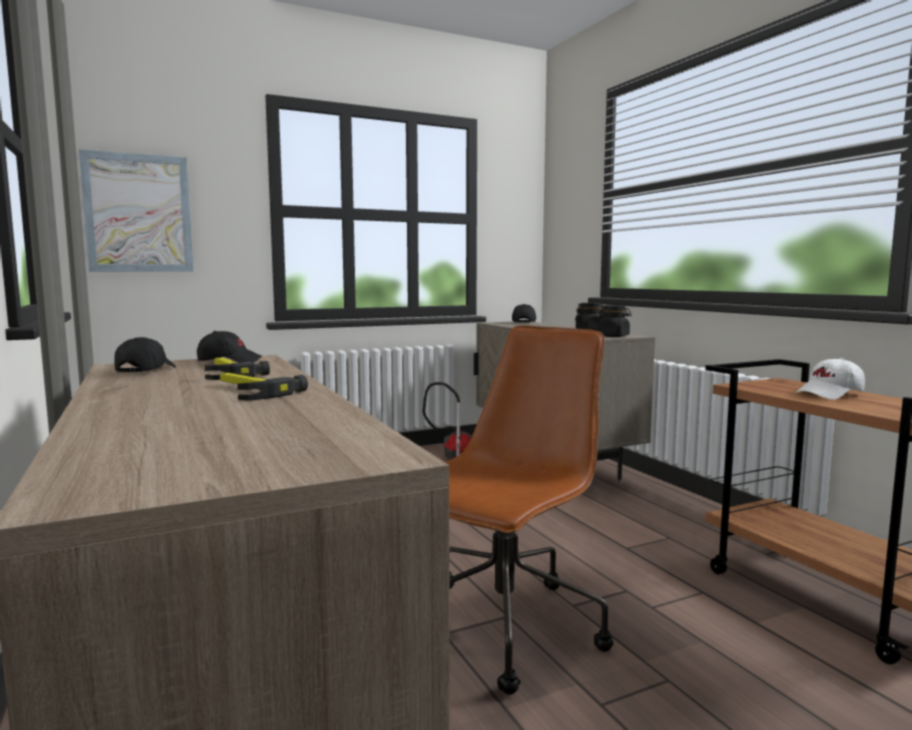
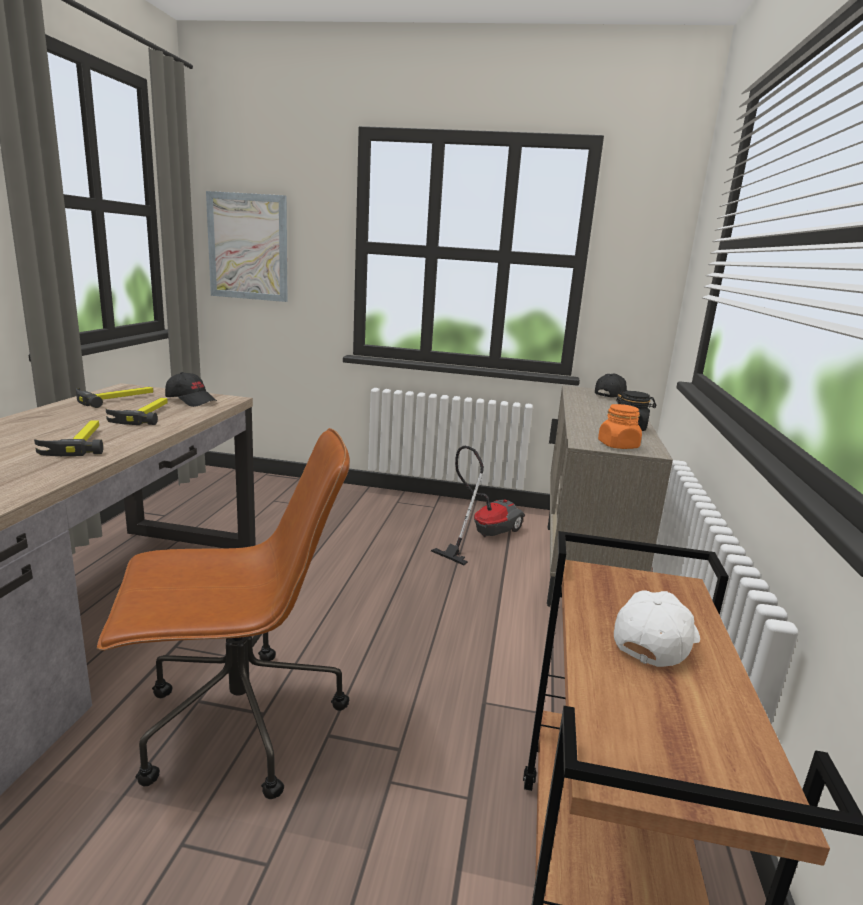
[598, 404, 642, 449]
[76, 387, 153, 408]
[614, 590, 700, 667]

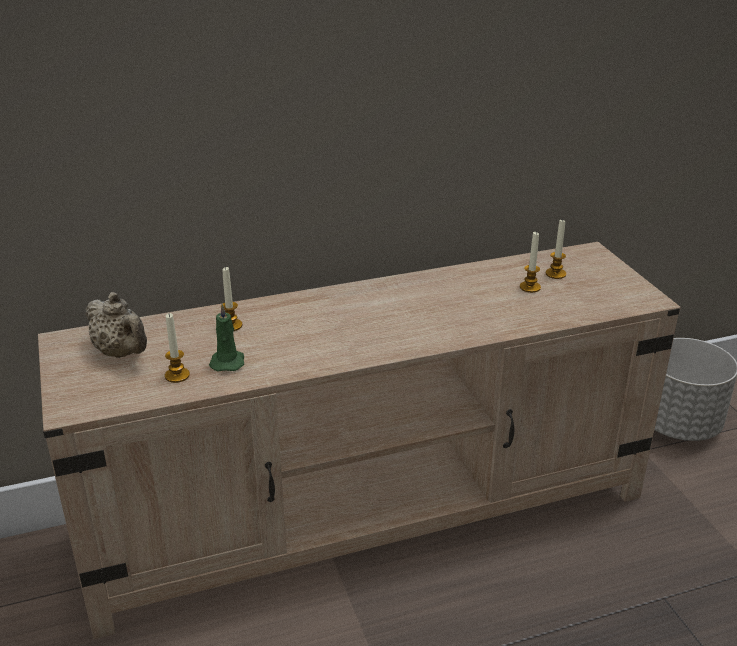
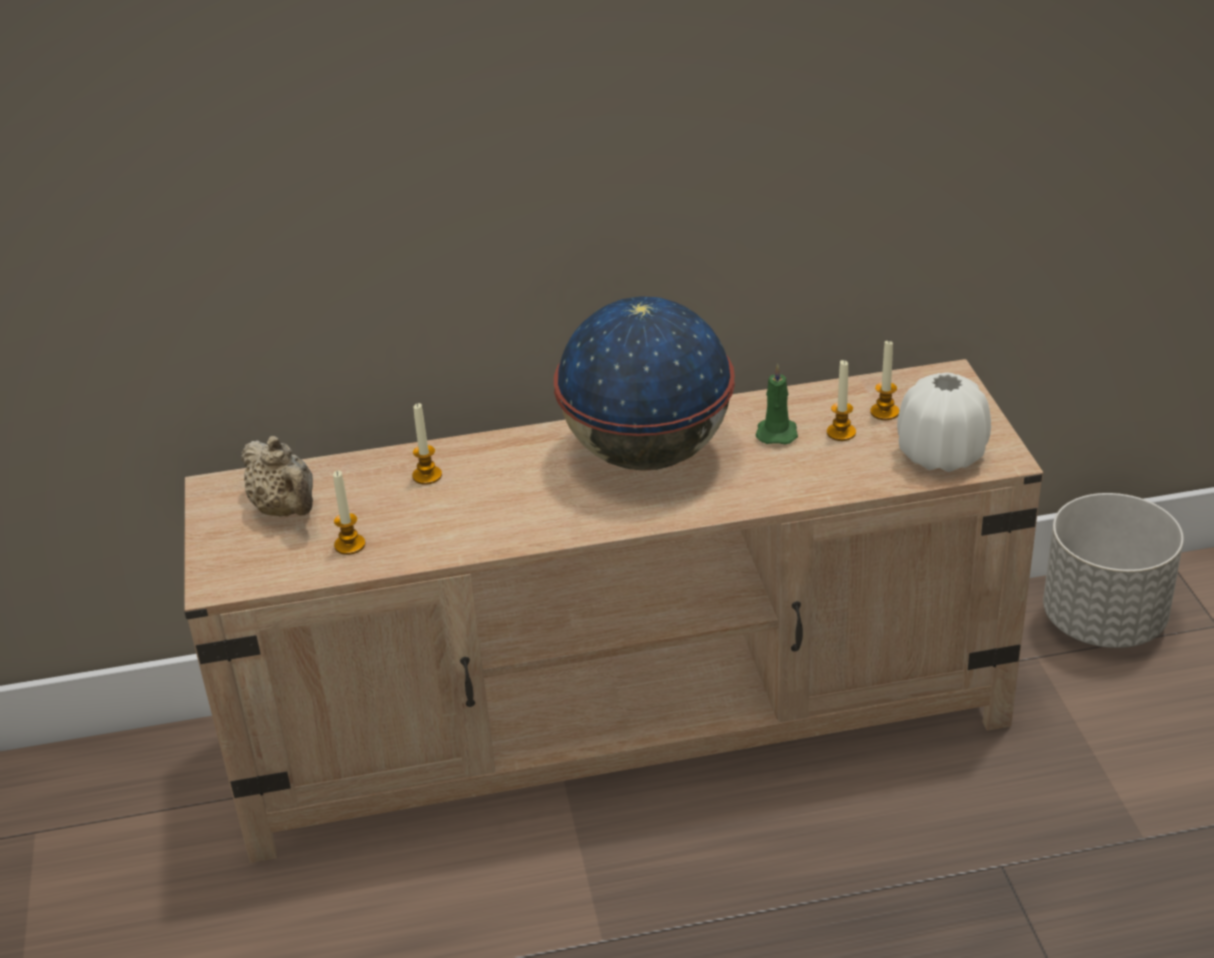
[756, 364, 798, 444]
[554, 296, 735, 471]
[897, 372, 991, 472]

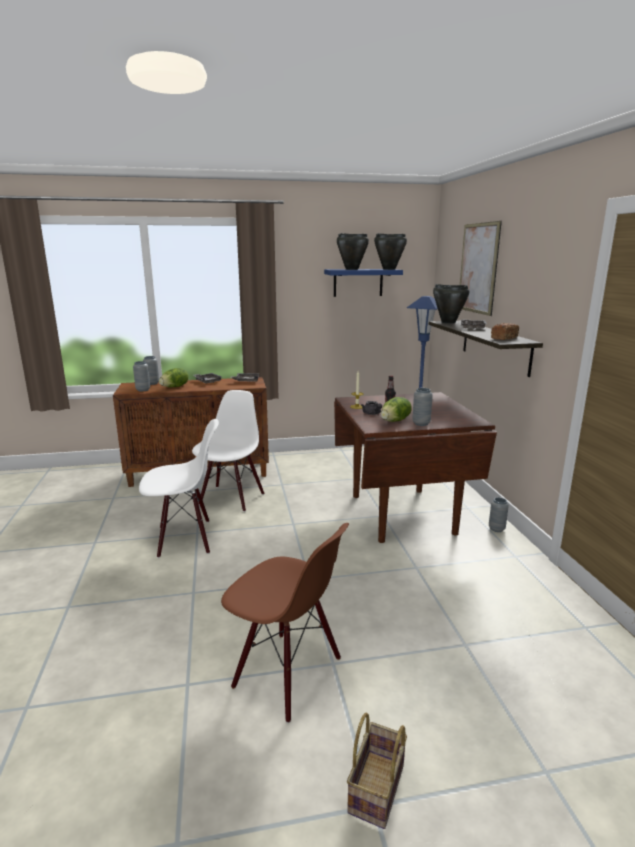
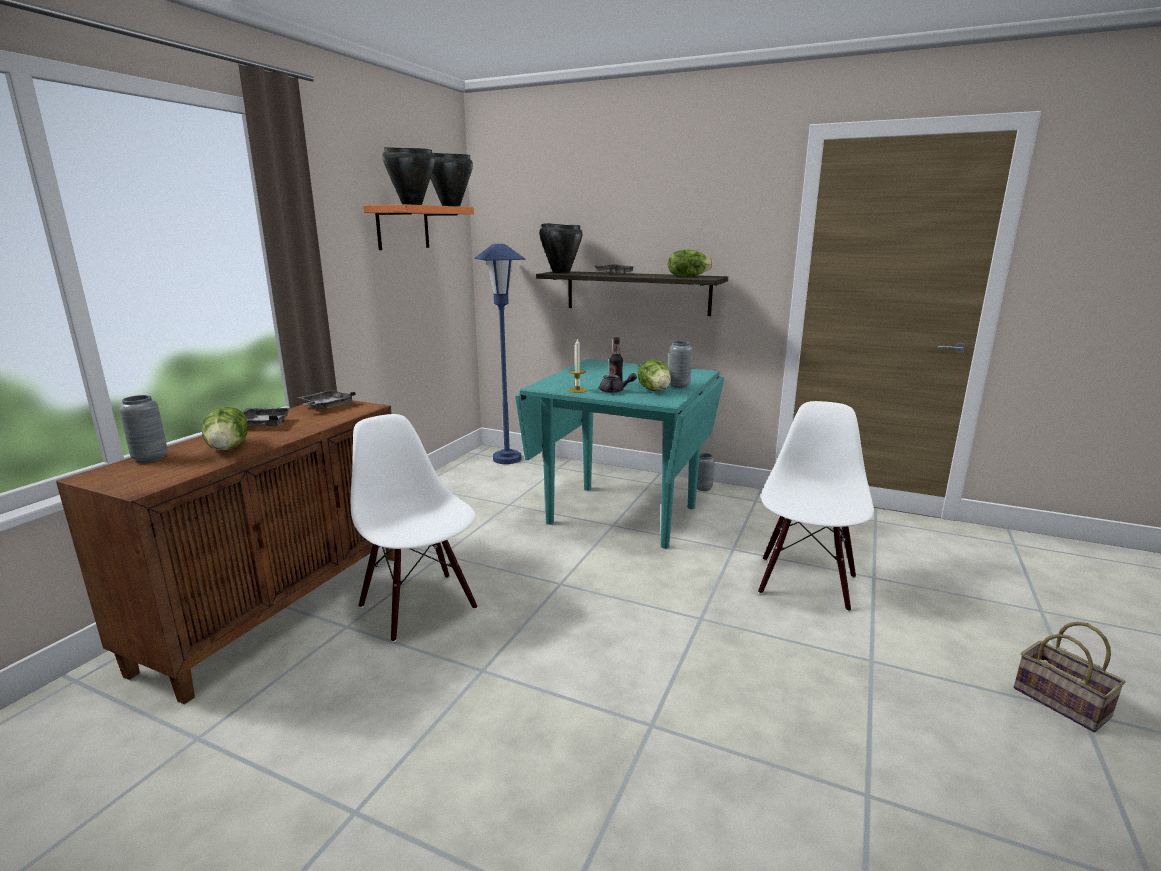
[460, 221, 502, 316] (first image)
[363, 204, 474, 250]
[668, 249, 713, 277]
[133, 361, 150, 391] (first image)
[515, 359, 724, 549]
[758, 401, 874, 612]
[221, 523, 349, 723] (first image)

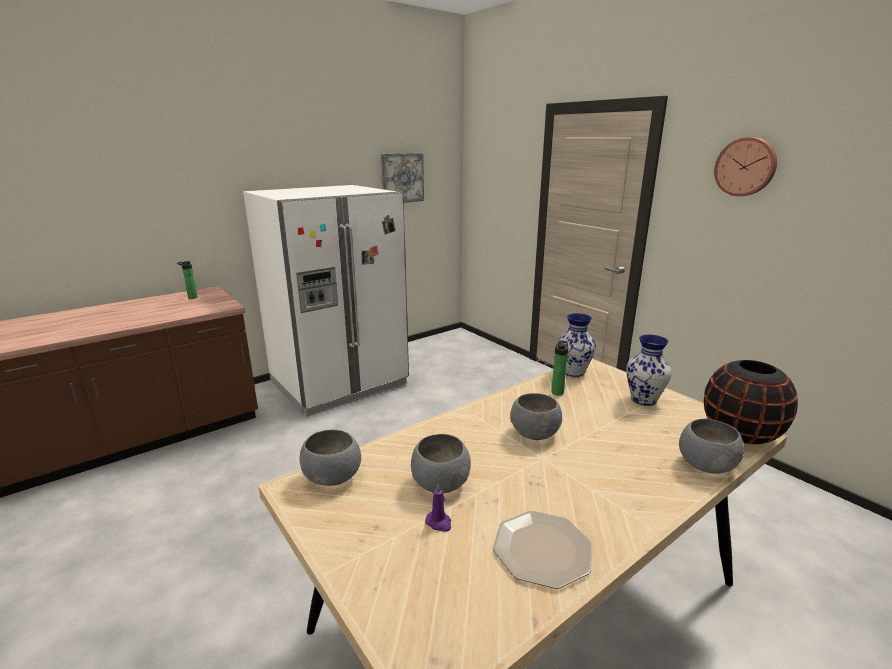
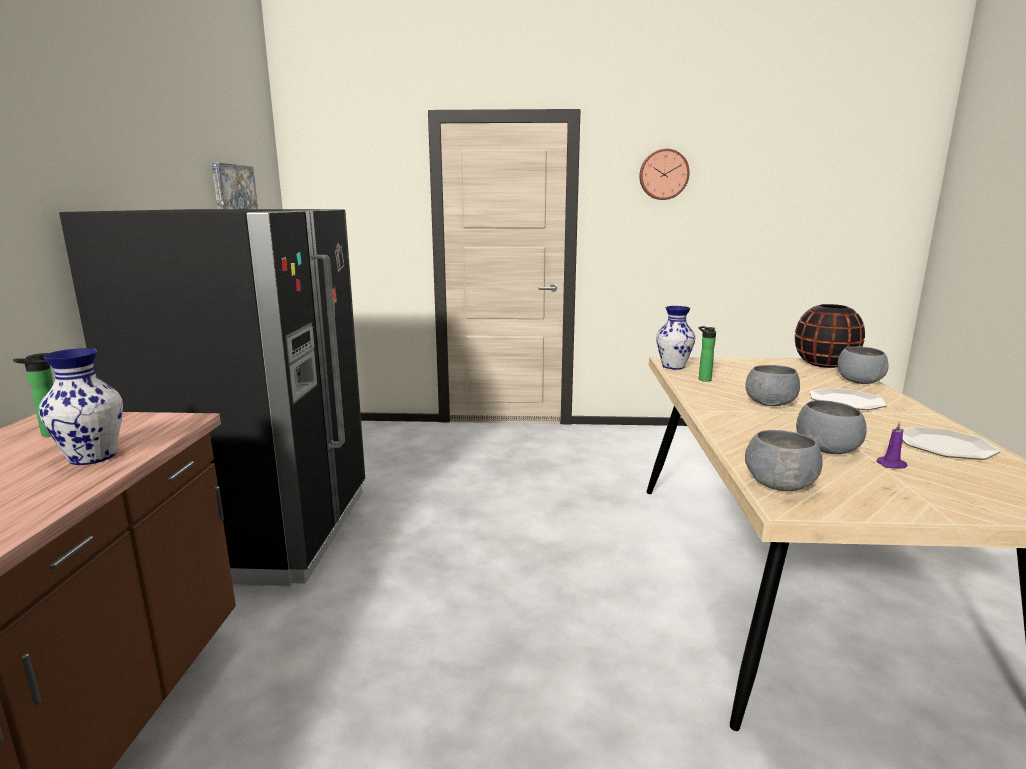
[59, 209, 365, 586]
[39, 348, 123, 465]
[810, 388, 887, 410]

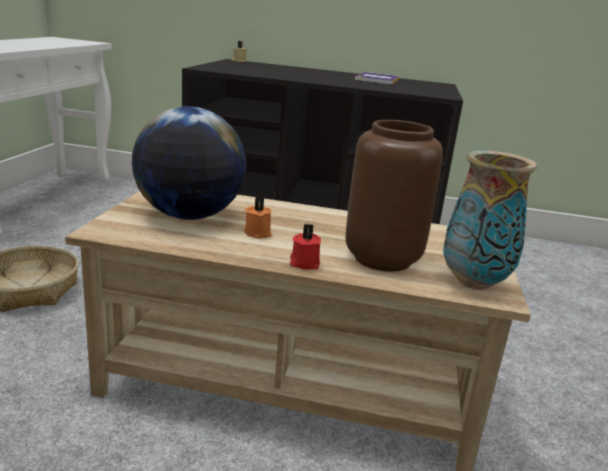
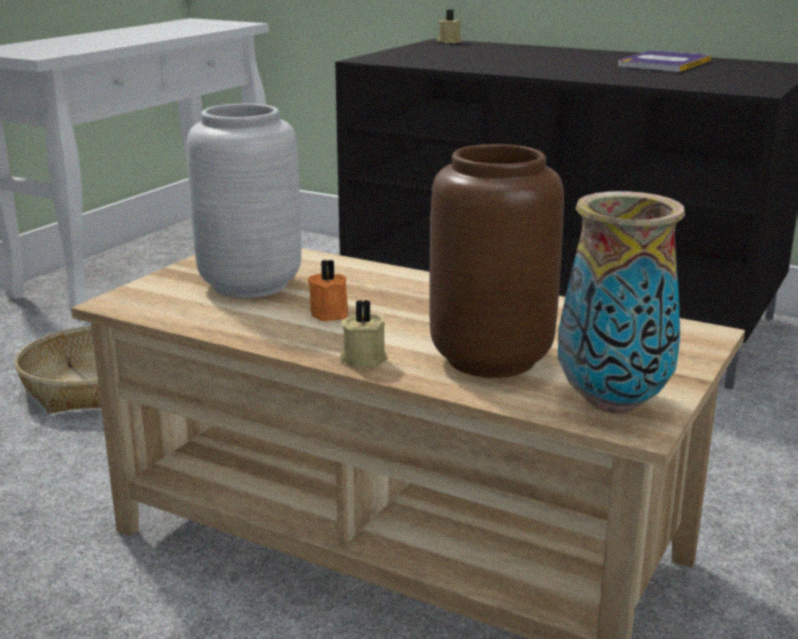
[187, 104, 301, 298]
[340, 300, 388, 367]

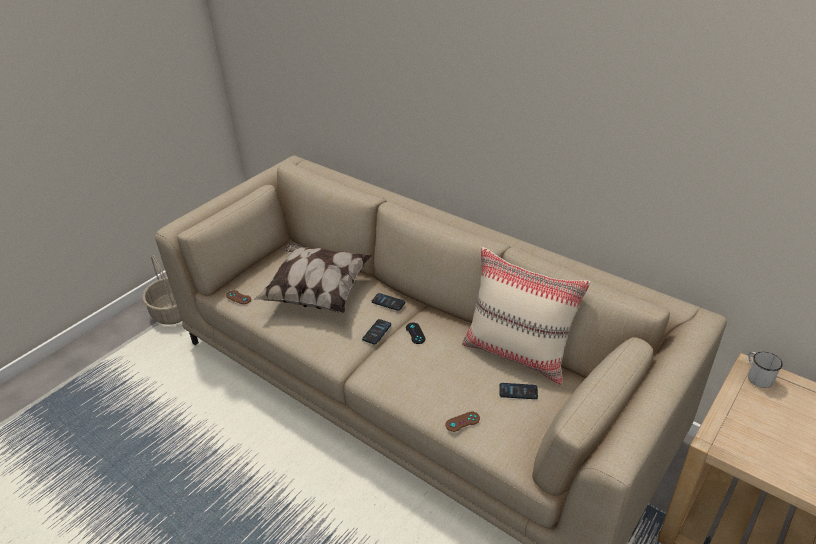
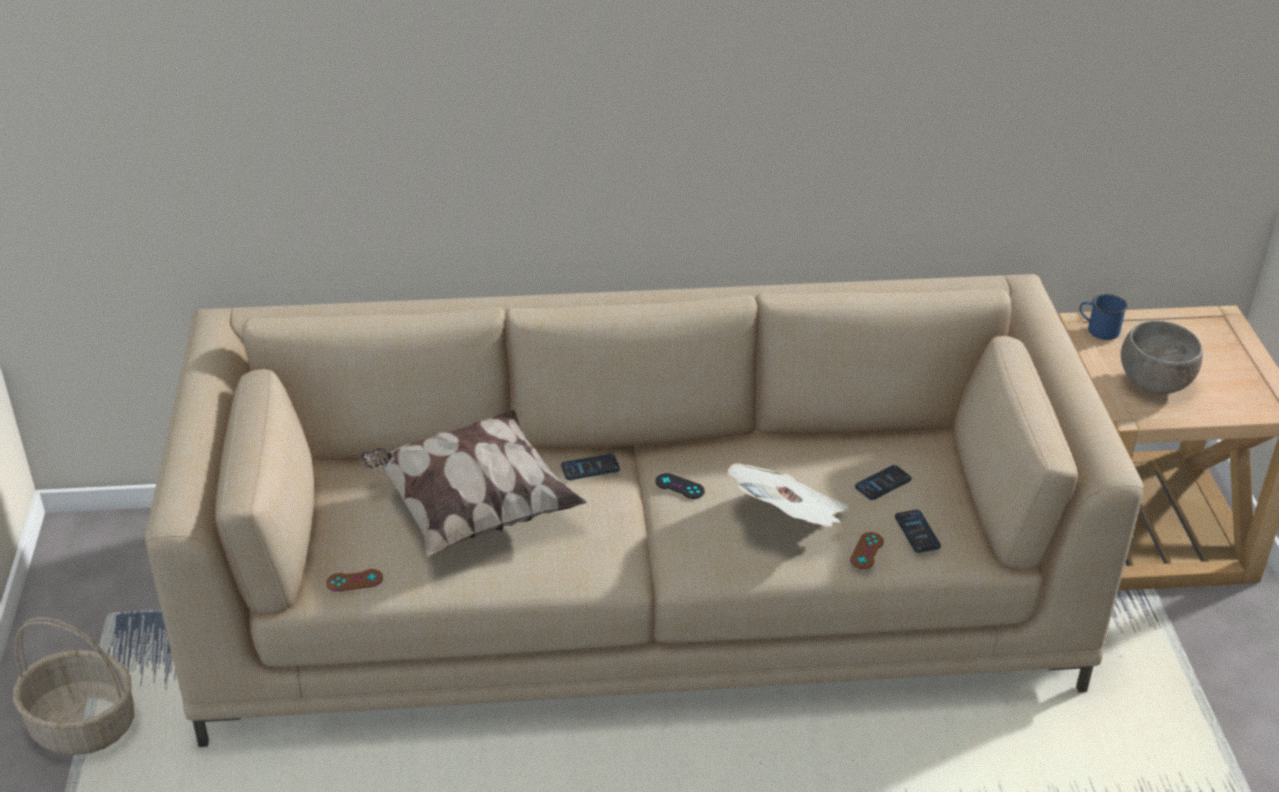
[462, 247, 591, 385] (first image)
[895, 510, 941, 553]
[1079, 294, 1128, 340]
[1121, 321, 1203, 394]
[728, 463, 848, 528]

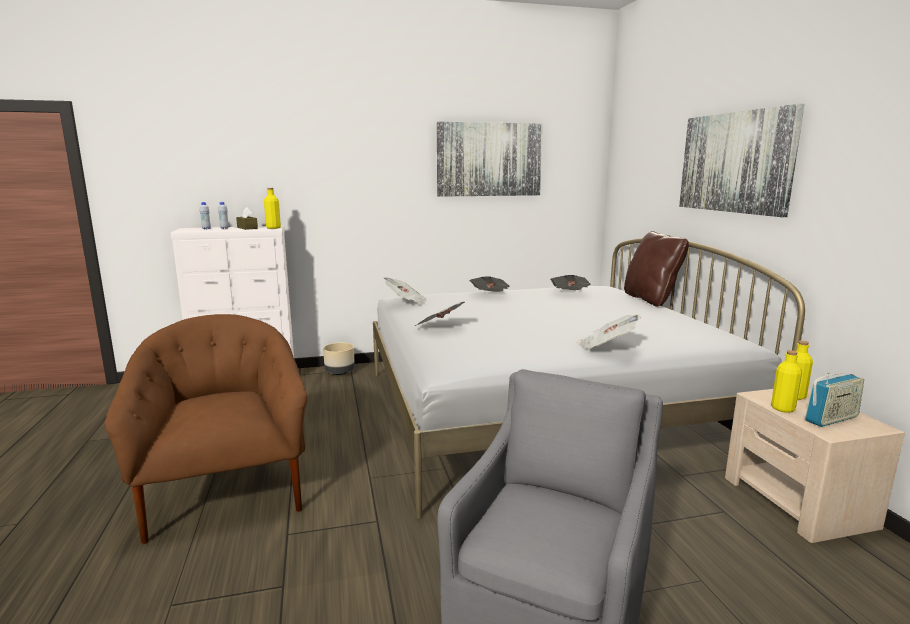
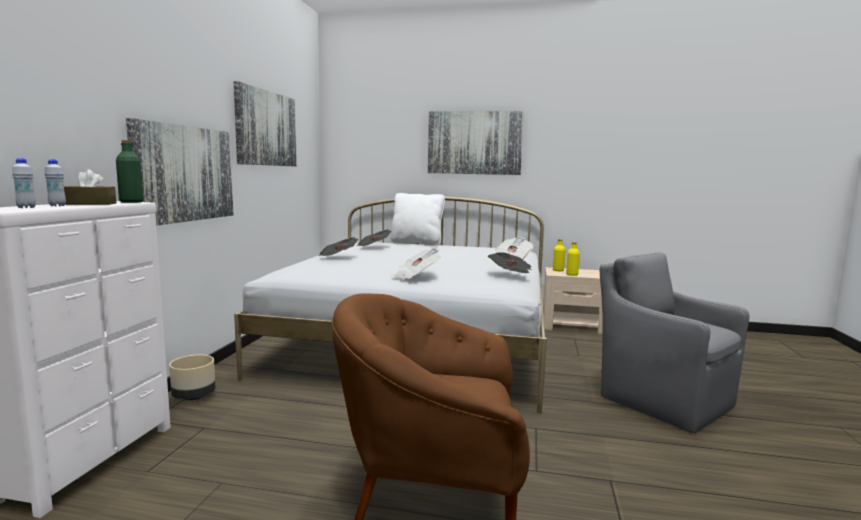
[116, 140, 143, 203]
[390, 193, 445, 245]
[488, 252, 532, 273]
[805, 373, 864, 427] (first image)
[126, 118, 233, 226]

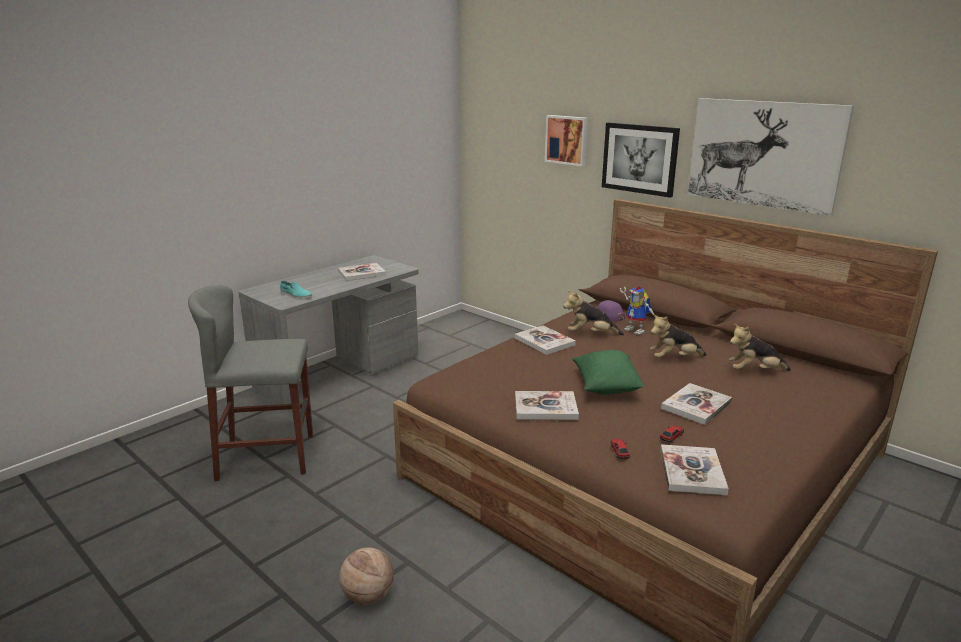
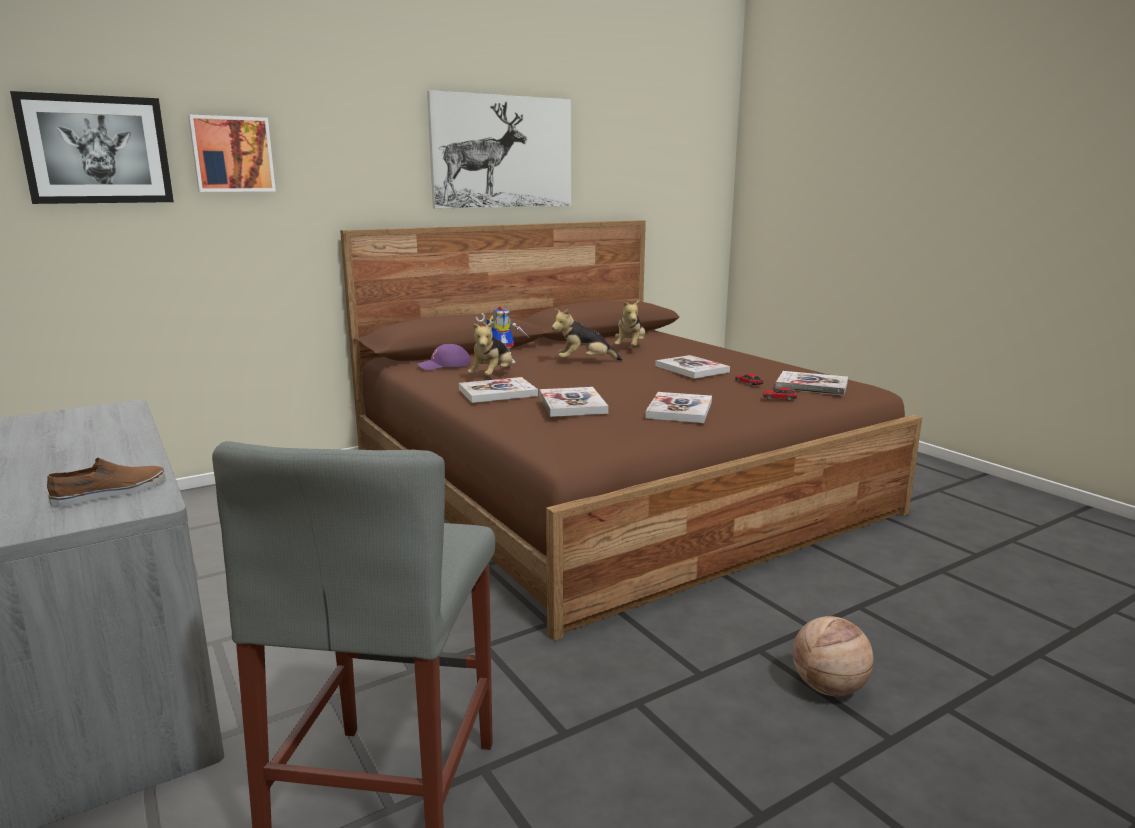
[10, 91, 174, 204]
[540, 387, 609, 417]
[47, 457, 166, 507]
[552, 309, 622, 361]
[572, 350, 644, 395] (first image)

